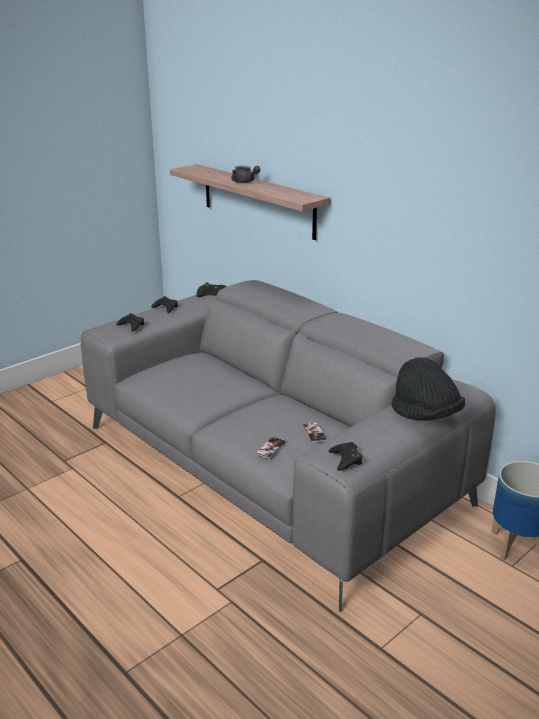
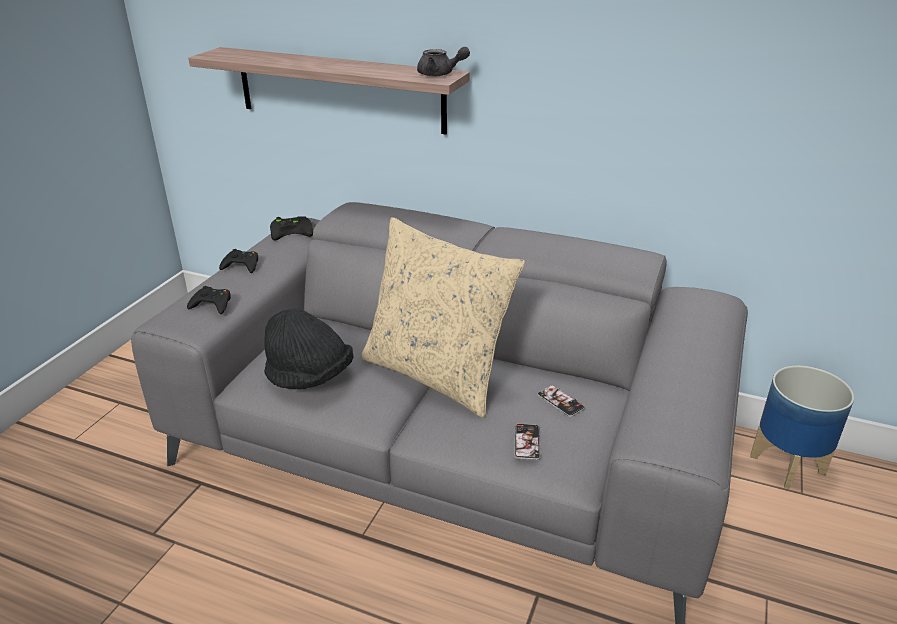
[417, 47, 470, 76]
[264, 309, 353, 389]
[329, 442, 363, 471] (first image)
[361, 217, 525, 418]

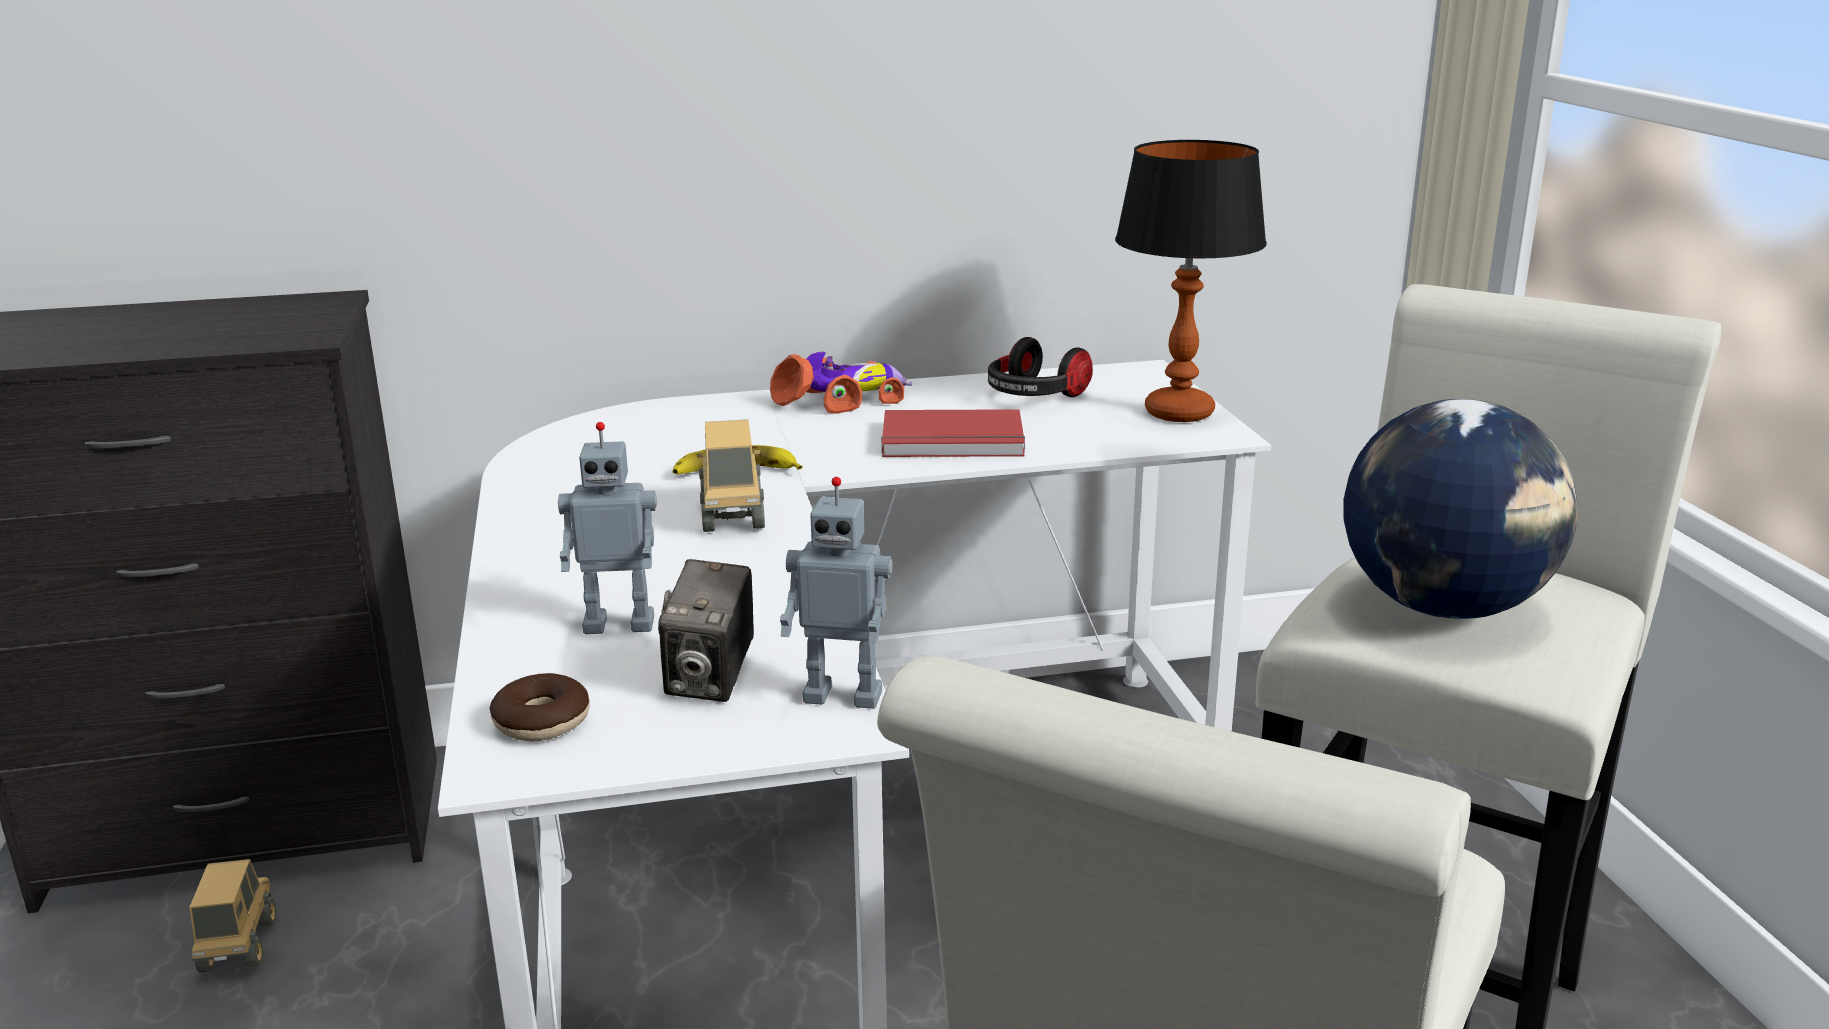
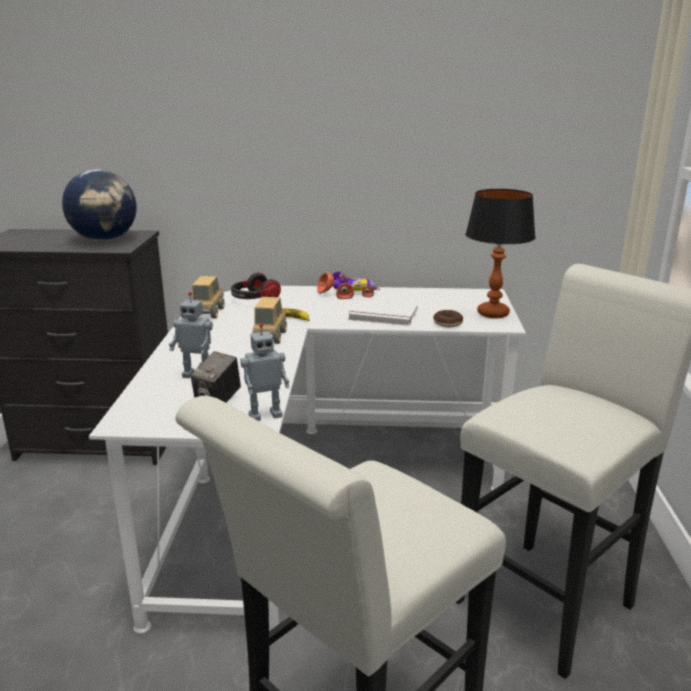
[231, 273, 281, 299]
[62, 169, 137, 241]
[348, 300, 418, 326]
[240, 323, 289, 421]
[433, 310, 463, 328]
[192, 276, 224, 319]

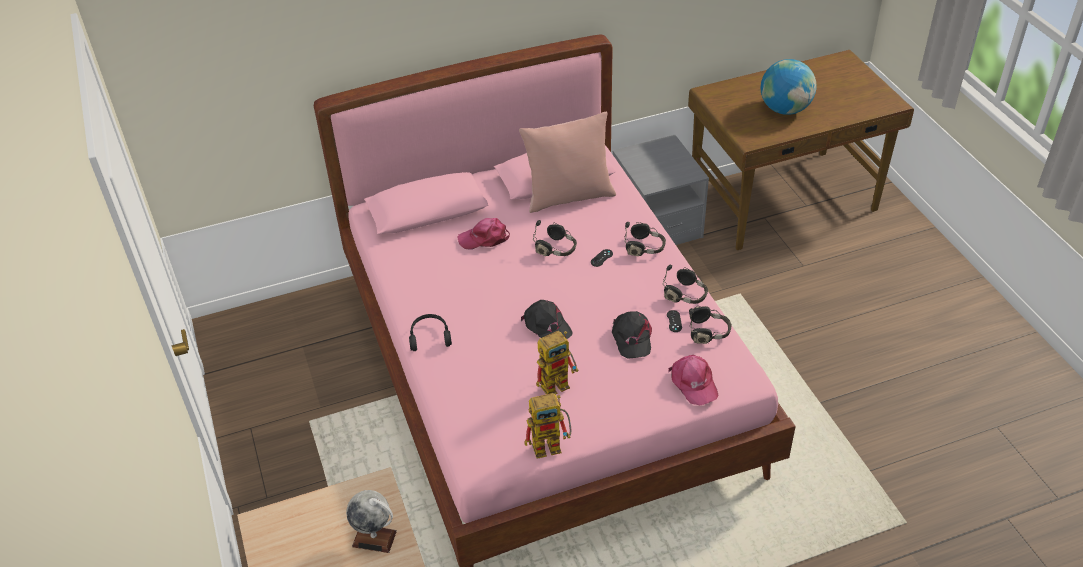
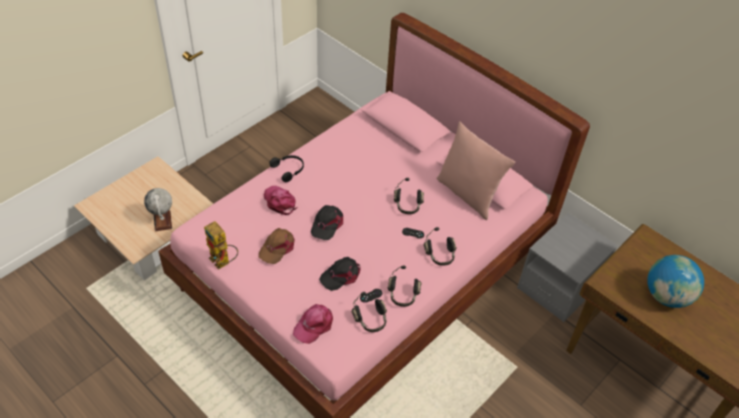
[264, 186, 297, 215]
[259, 228, 295, 264]

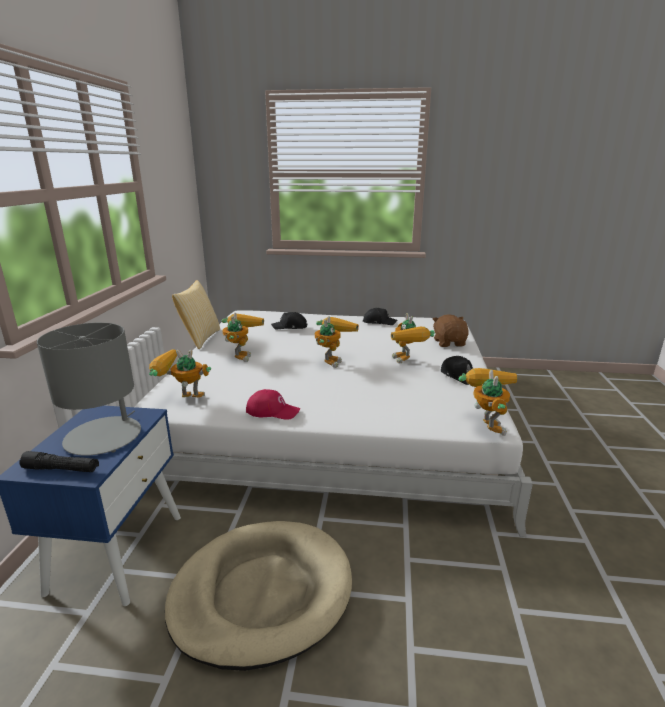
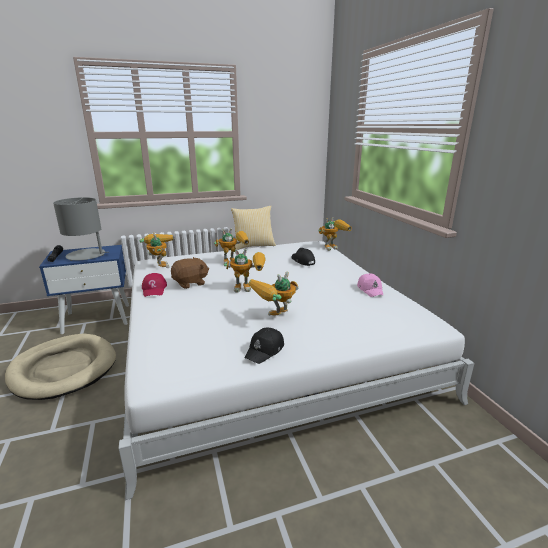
[357, 273, 384, 297]
[171, 257, 209, 289]
[319, 217, 352, 251]

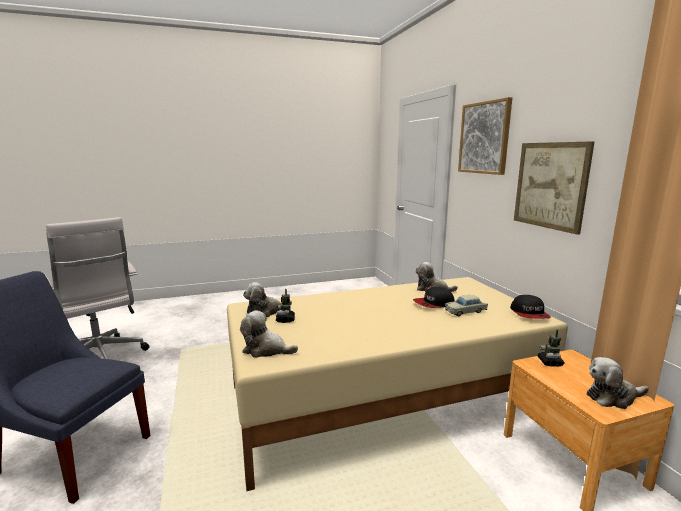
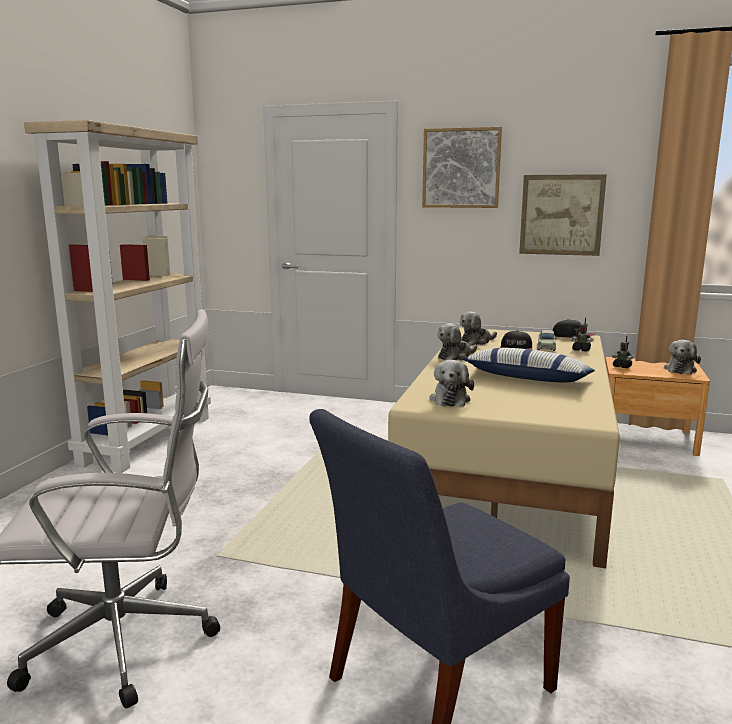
[572, 317, 593, 352]
[437, 324, 477, 360]
[24, 120, 211, 473]
[463, 348, 595, 382]

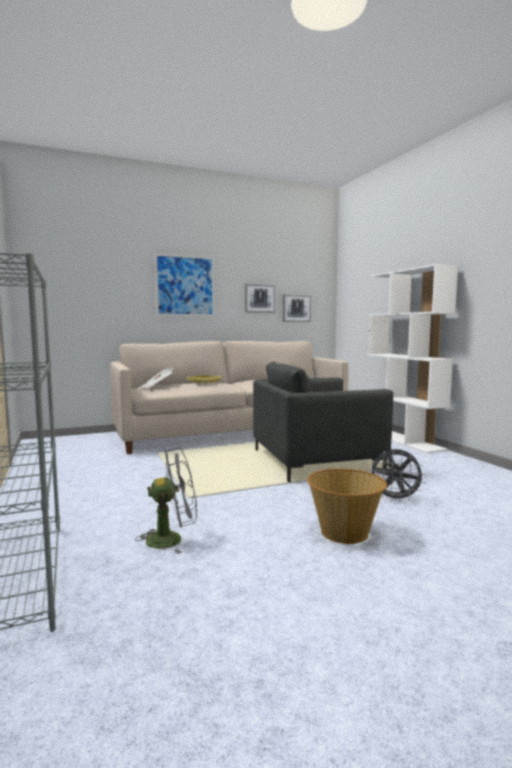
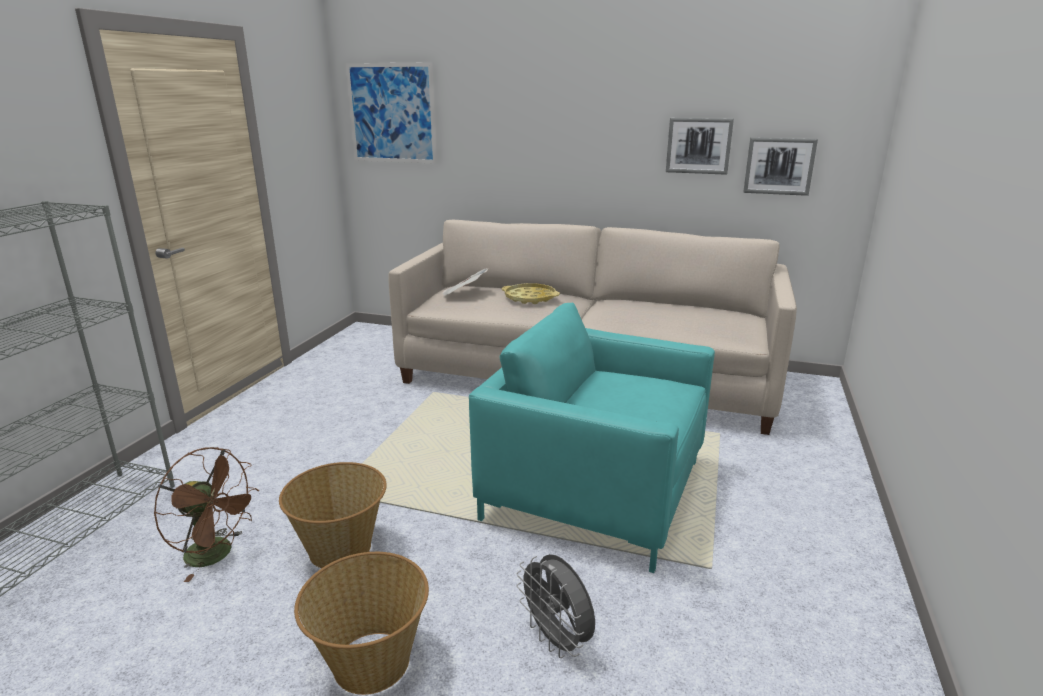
[346, 62, 437, 164]
[368, 264, 458, 454] (first image)
[469, 303, 715, 573]
[154, 447, 259, 582]
[279, 462, 387, 568]

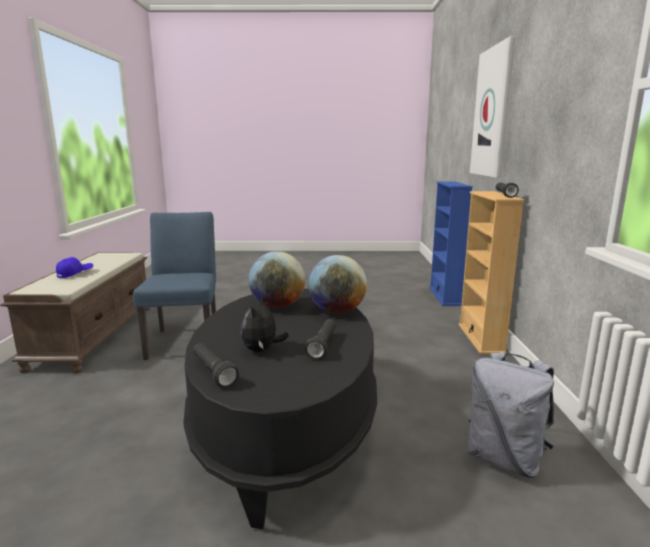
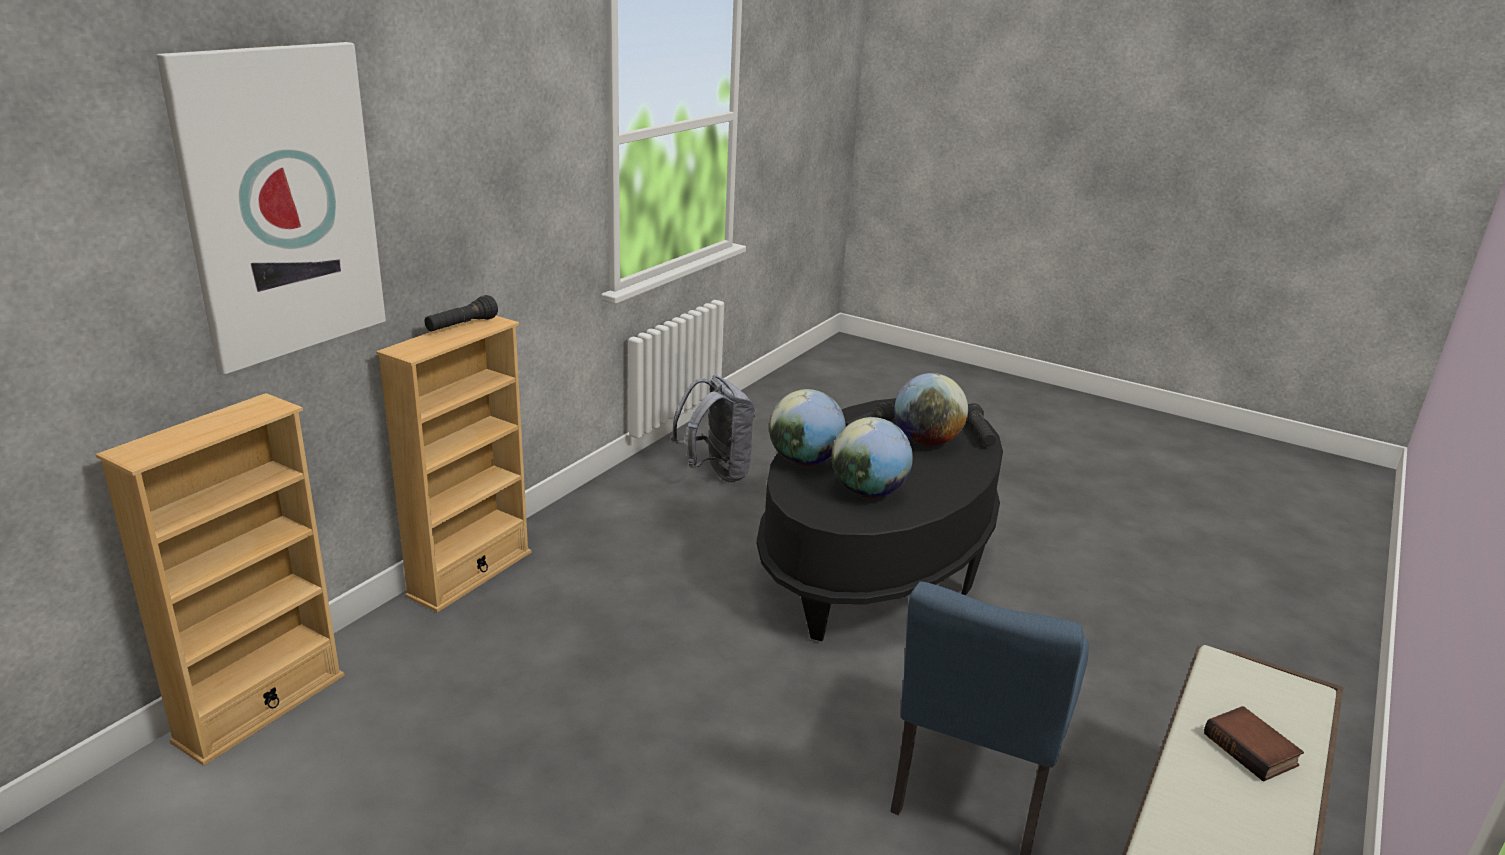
[96, 393, 344, 766]
[1204, 706, 1304, 781]
[894, 373, 968, 446]

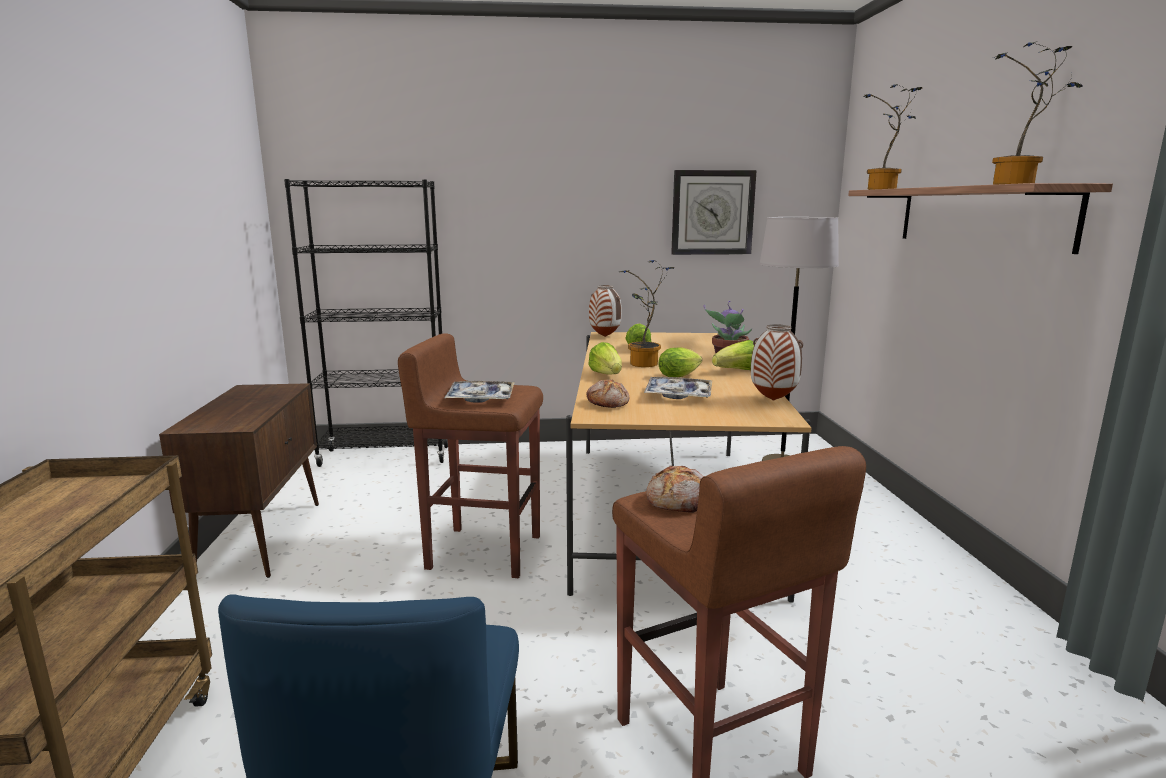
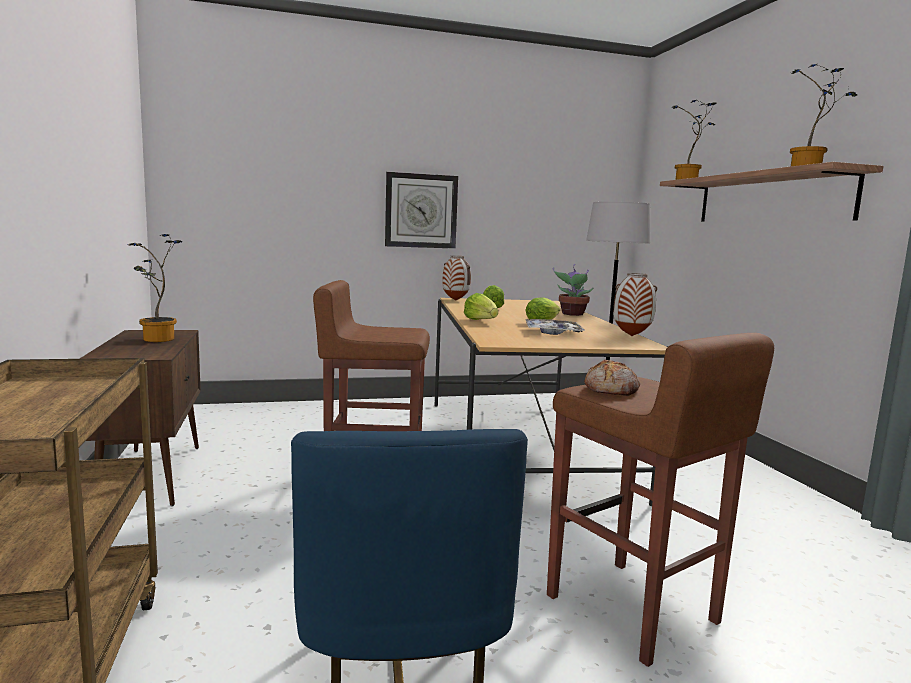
[385, 172, 458, 249]
[284, 179, 448, 467] (first image)
[128, 234, 182, 342]
[712, 340, 754, 370] (first image)
[586, 379, 629, 408] (first image)
[444, 381, 515, 403] (first image)

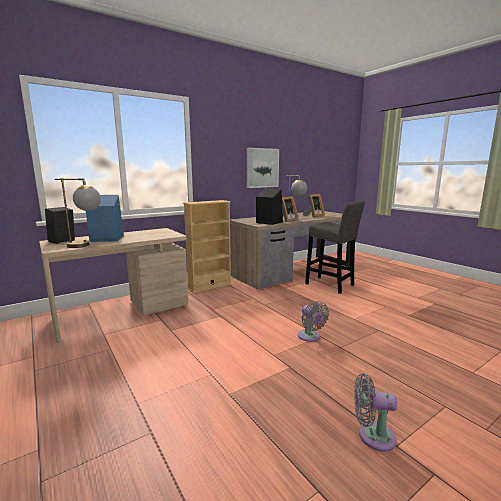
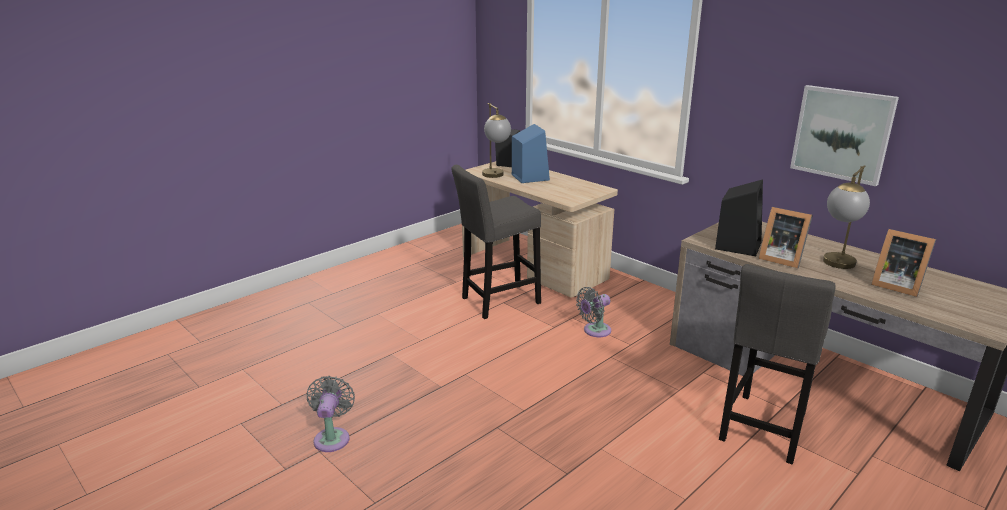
[183, 200, 232, 293] (first image)
[576, 287, 611, 337]
[451, 165, 541, 319]

